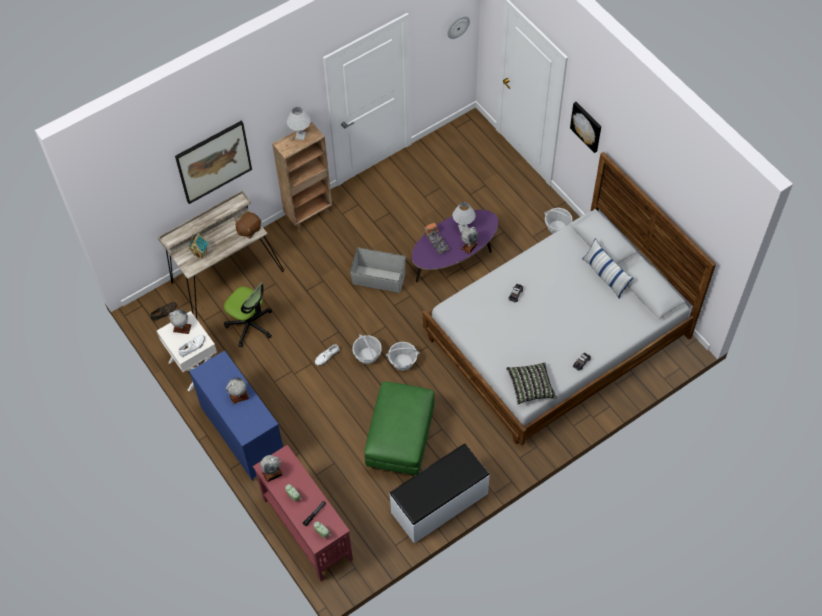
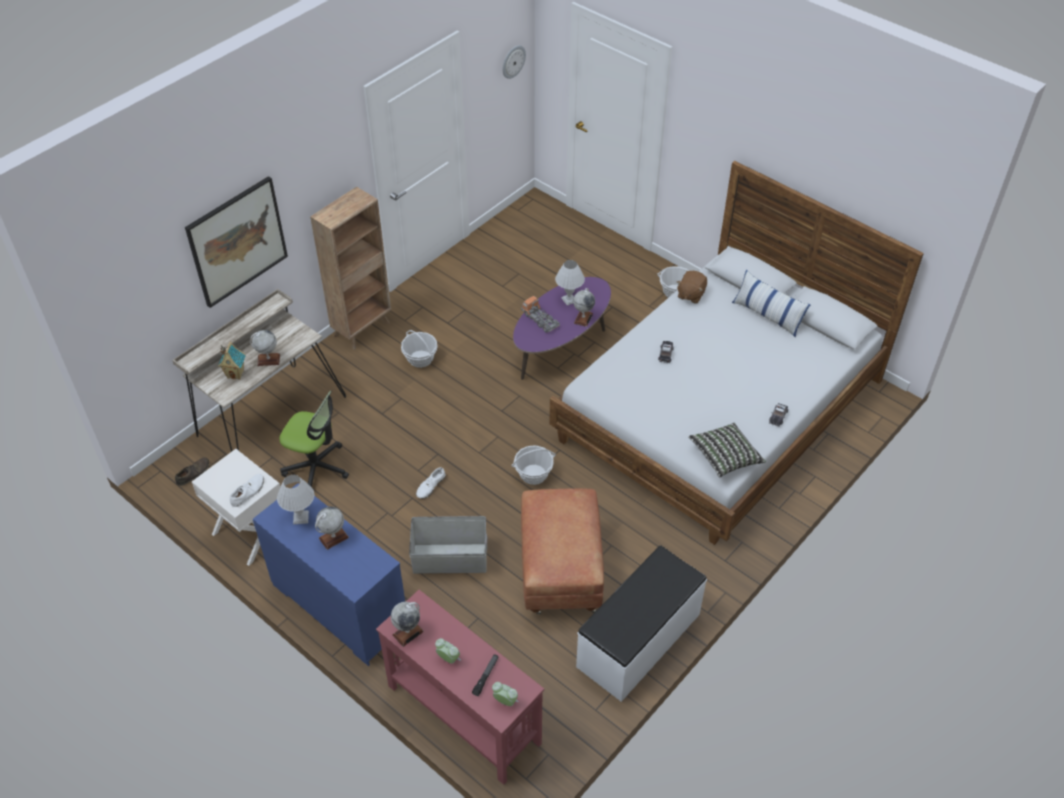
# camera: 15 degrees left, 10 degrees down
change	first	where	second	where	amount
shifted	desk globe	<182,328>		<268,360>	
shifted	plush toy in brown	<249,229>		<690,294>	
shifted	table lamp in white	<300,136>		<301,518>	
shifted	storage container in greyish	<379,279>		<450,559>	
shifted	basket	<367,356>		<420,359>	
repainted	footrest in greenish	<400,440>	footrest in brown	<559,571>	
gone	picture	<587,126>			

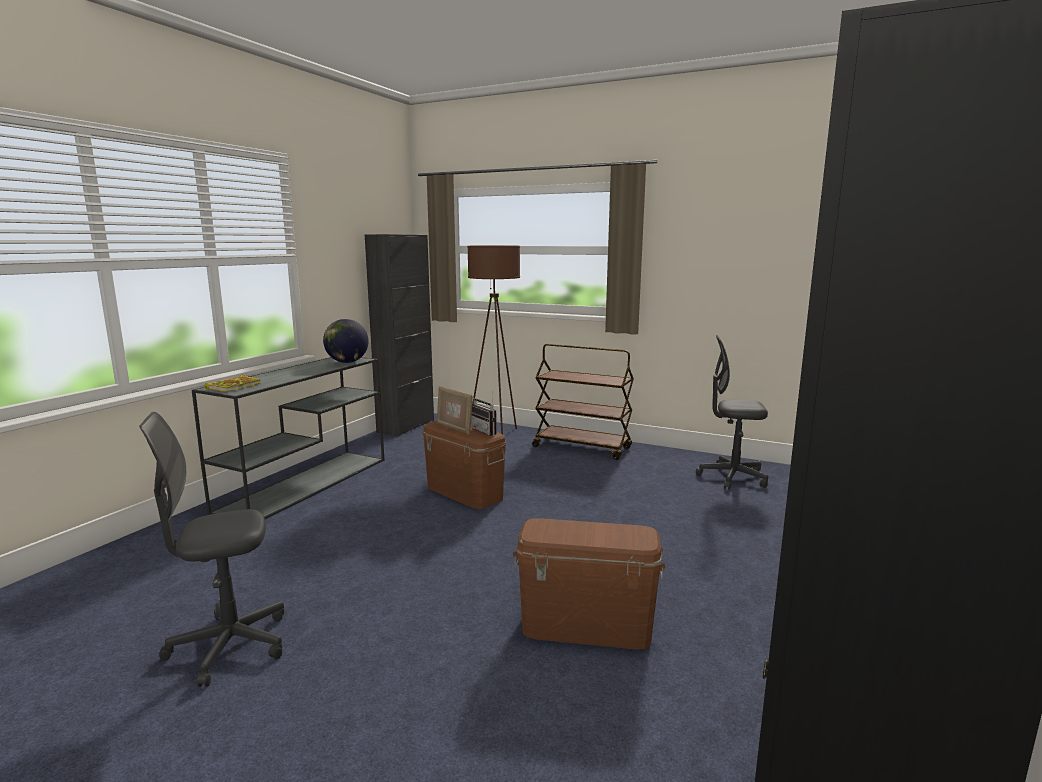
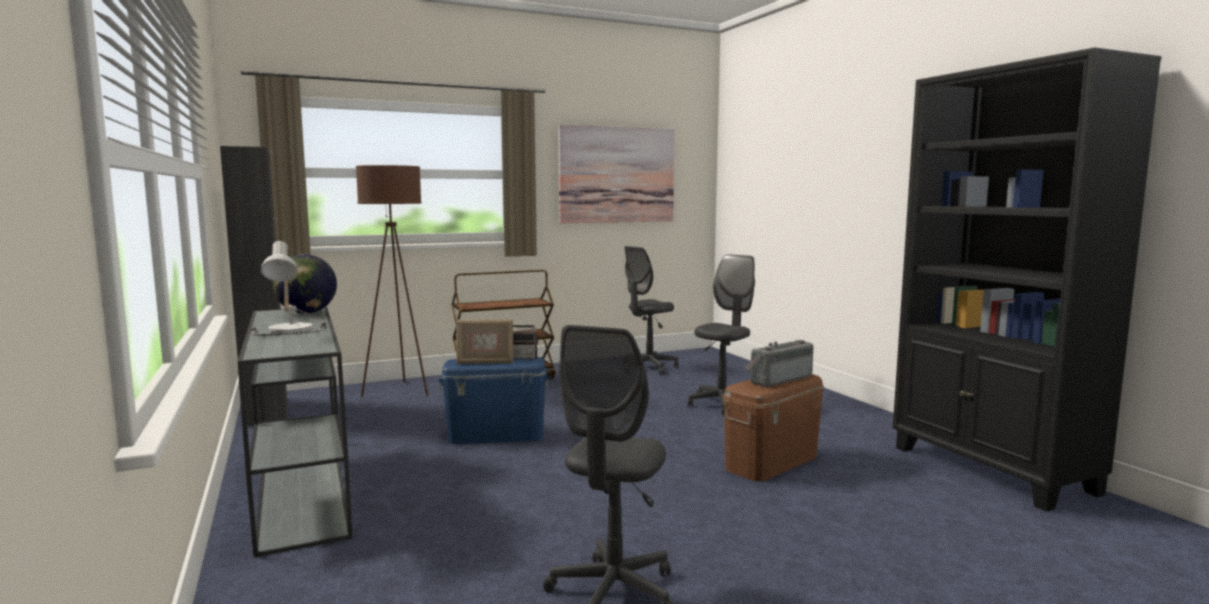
# camera: 50 degrees left, 5 degrees down
change	first	where	second	where	amount
gone	book	<234,386>			
repainted	storage container in brown	<465,493>	storage container in blue	<496,435>	
new			table lamp	<295,329>	
new			picture	<617,175>	
new			computer chair in greyish	<722,404>	
new			radio	<778,379>	

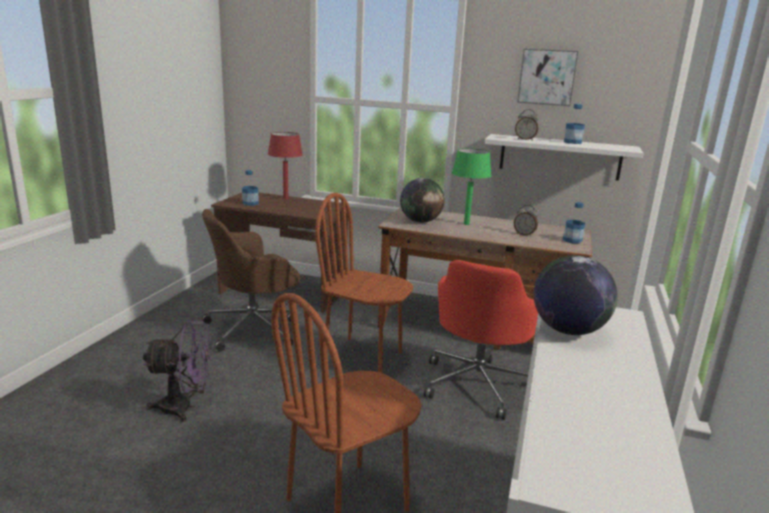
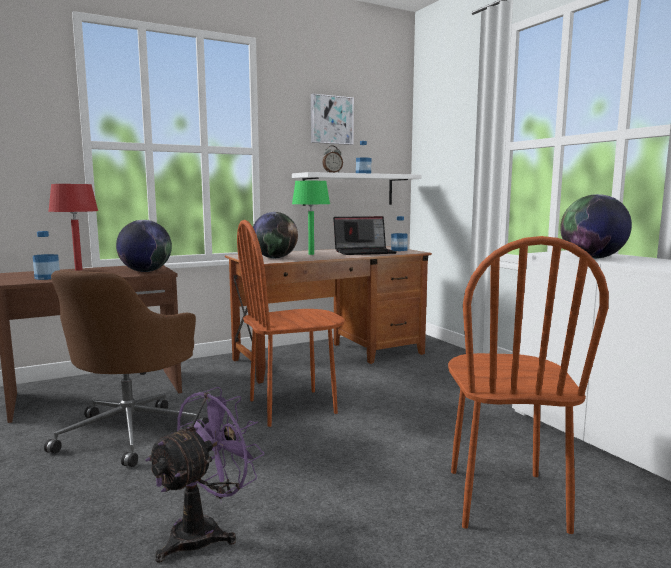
# camera: 45 degrees left, 10 degrees down
change	first	where	second	where	amount
gone	computer chair in red	<478,383>			
swapped	bedside clock	<524,234>	portable computer	<365,252>	
new			desk globe	<145,271>	

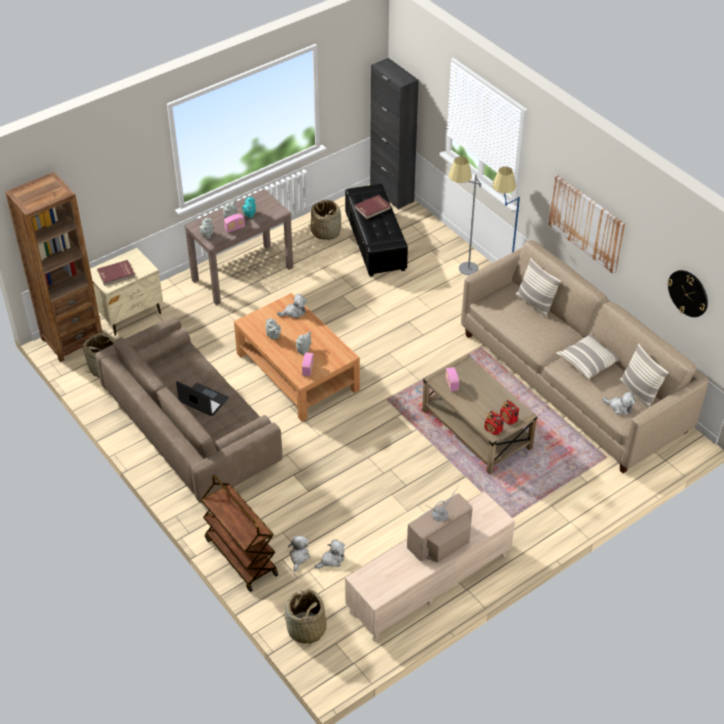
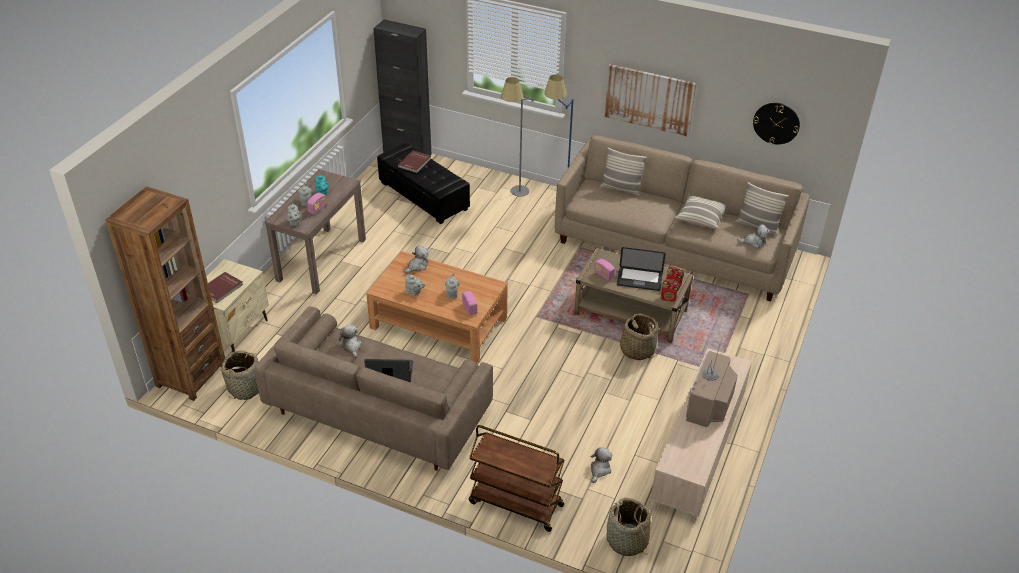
# camera: 30 degrees left, 5 degrees down
change	first	where	second	where	amount
shifted	plush toy	<299,556>		<351,347>	
shifted	basket	<326,231>		<637,349>	
new			portable computer	<639,280>	

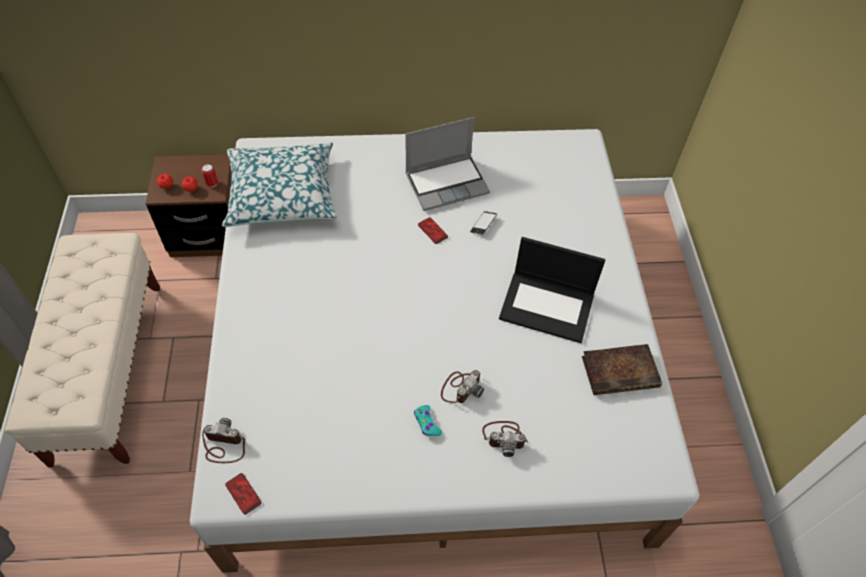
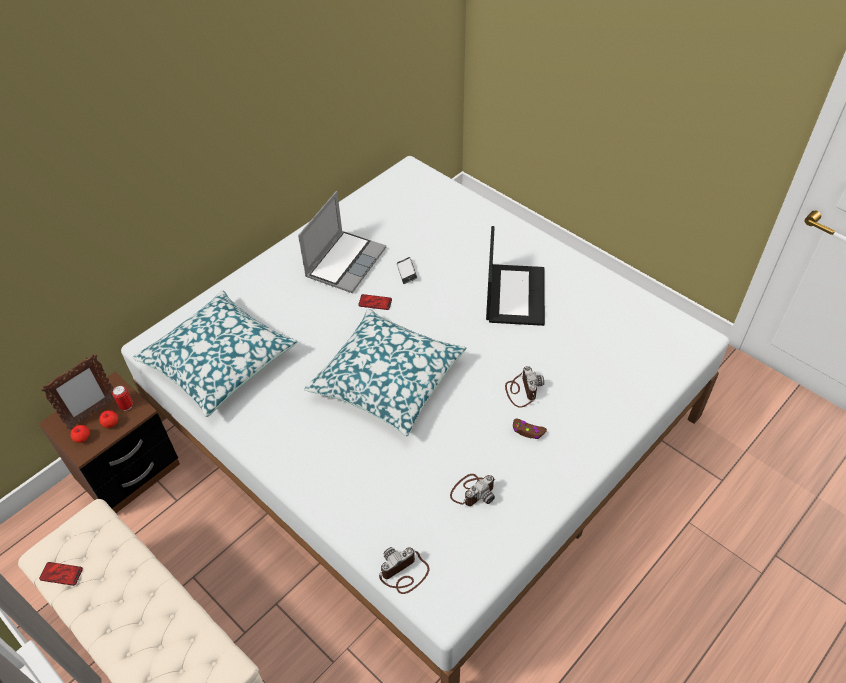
# camera: 40 degrees left, 5 degrees down
change	first	where	second	where	amount
shifted	handset	<243,494>		<61,574>	
repainted	joypad in turquoise-coloured	<427,423>	joypad in brown	<528,431>	
shifted	still camera	<504,437>		<473,491>	
rotated	portable computer	<548,306>		<514,294>	60 degrees counterclockwise
gone	book	<621,371>			
new			picture frame	<92,413>	
new			throw pillow	<387,380>	

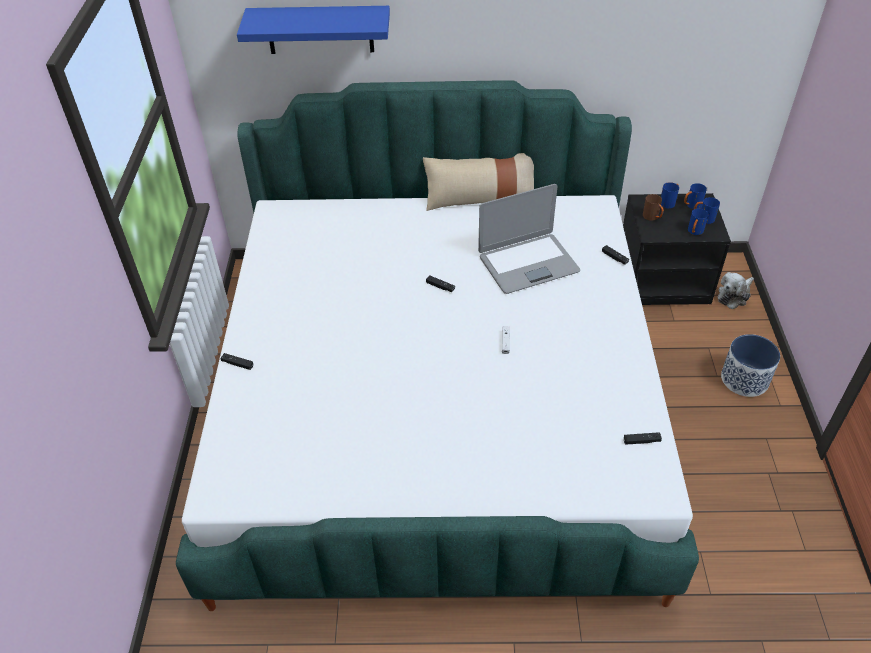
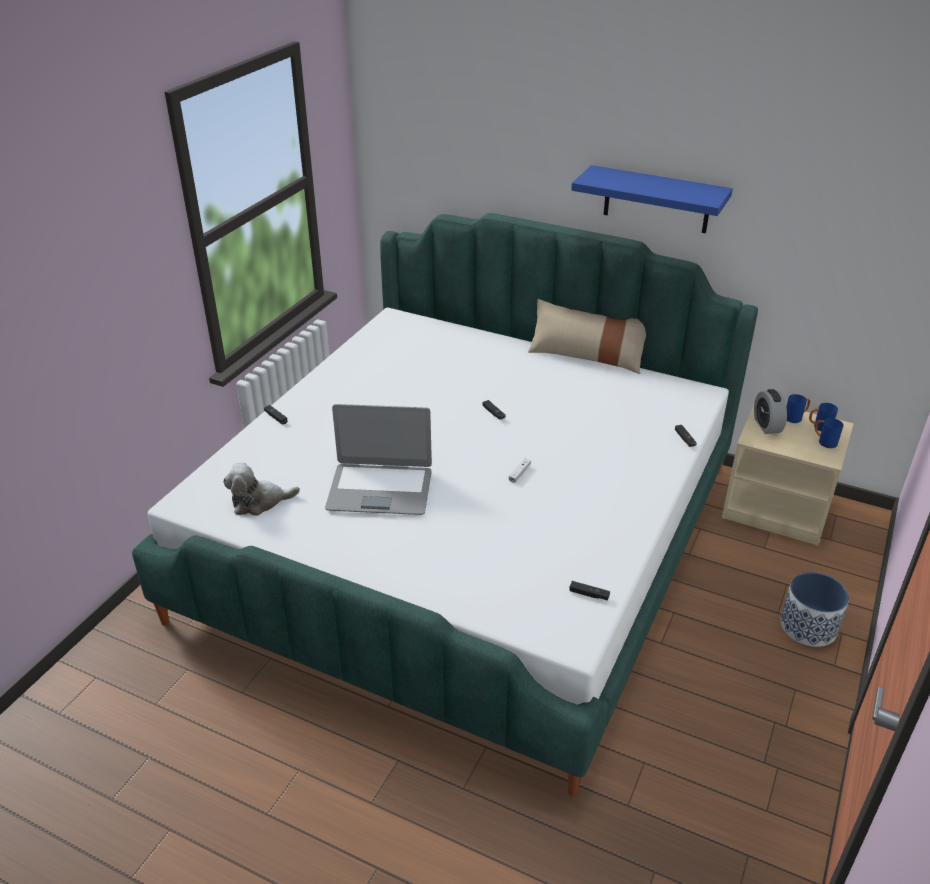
# camera: 25 degrees right, 10 degrees down
change	first	where	second	where	amount
shifted	bracket shelf in blue	<320,29>		<656,200>	
shifted	portable computer	<528,263>		<380,489>	
repainted	night table in black-coloured	<663,280>	night table in beige-coloured	<778,508>	
swapped	tea mug in brown	<652,217>	bedside clock	<766,425>	
gone	tea mug in blue	<694,232>			
shifted	plush toy	<734,296>		<259,502>	

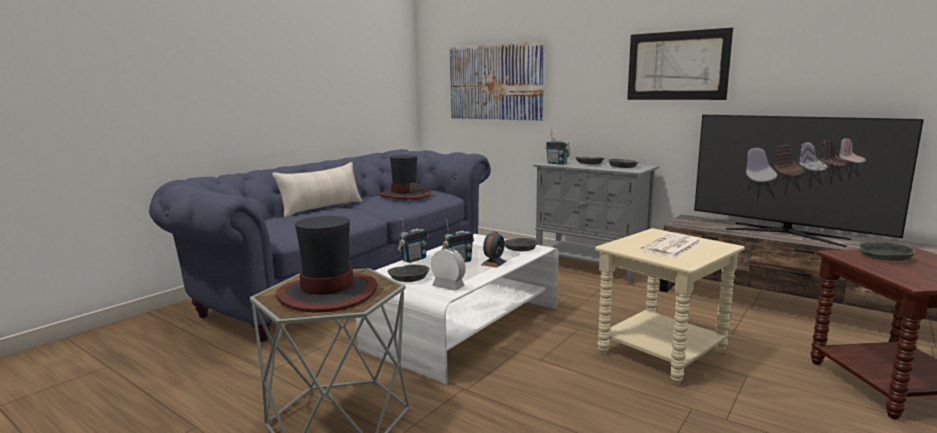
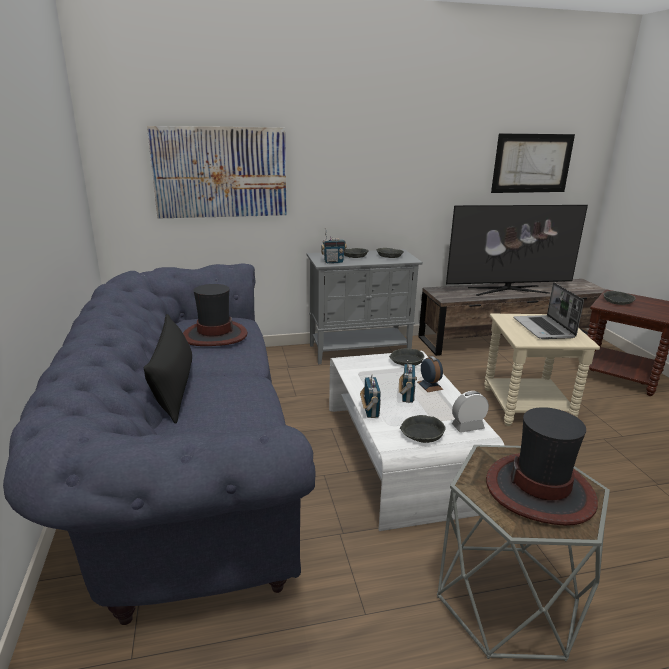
# camera: 50 degrees left, 10 degrees up
change	first	where	second	where	amount
repainted	throw pillow in beige-coloured	<322,208>	throw pillow in black-coloured	<174,390>	
shifted	picture	<677,66>		<532,163>	
swapped	printed paper	<672,247>	portable computer	<544,329>	

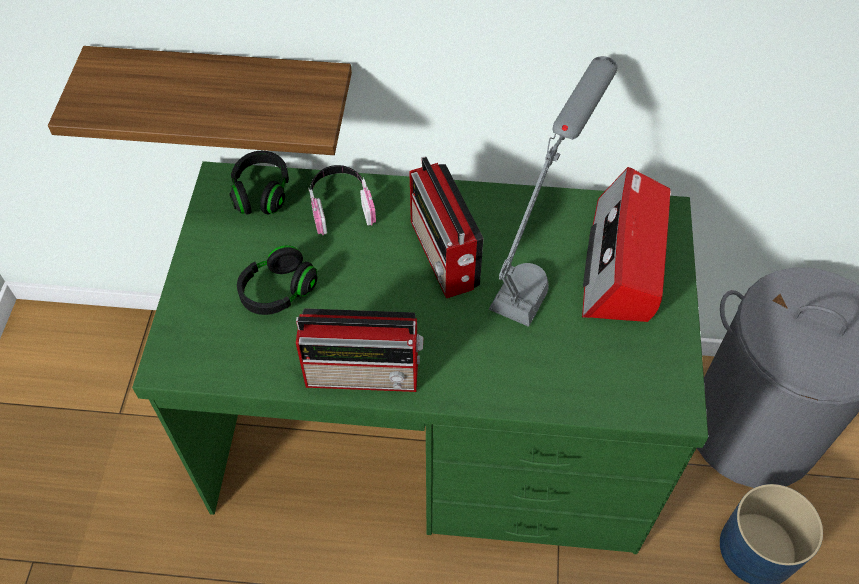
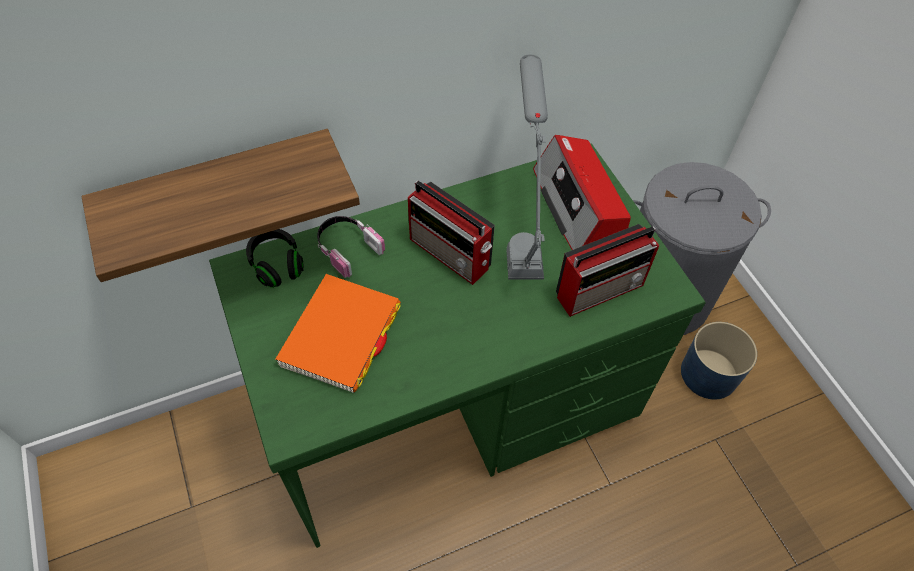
# camera: 30 degrees left, 0 degrees up
change	first	where	second	where	amount
swapped	headphones in black-coloured	<278,291>	book in orange-coloured	<341,335>	
shifted	radio	<365,374>		<601,289>	

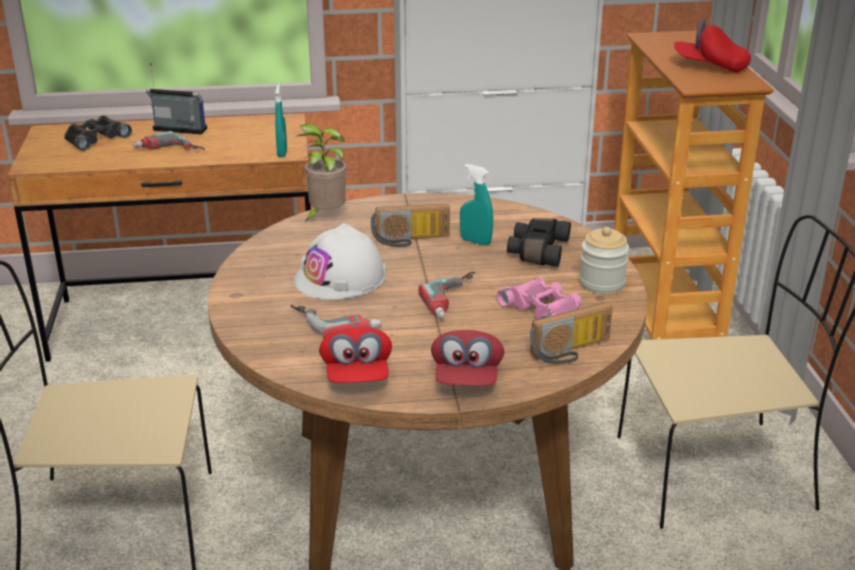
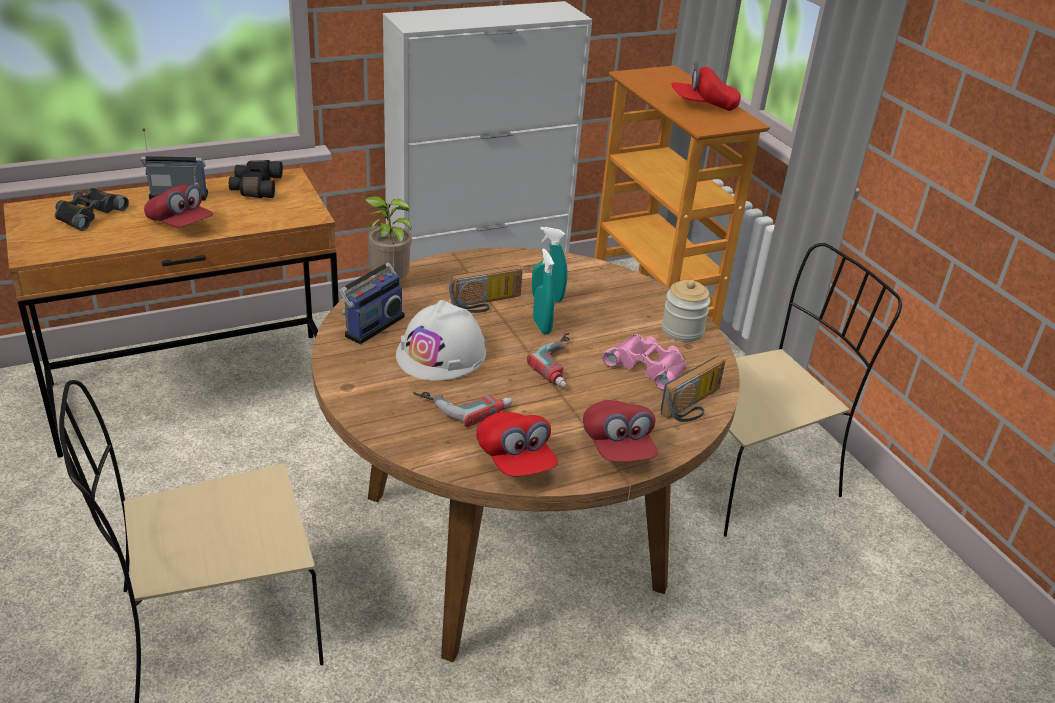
# camera: 20 degrees left, 5 degrees up
change	first	where	second	where	amount
swapped	power drill	<168,151>	peaked cap in red	<180,224>	
shifted	hand sprayer in turquoise-coloured	<282,153>		<542,326>	
shifted	binoculars in black-coloured	<536,251>		<255,188>	
new			radio	<372,325>	

